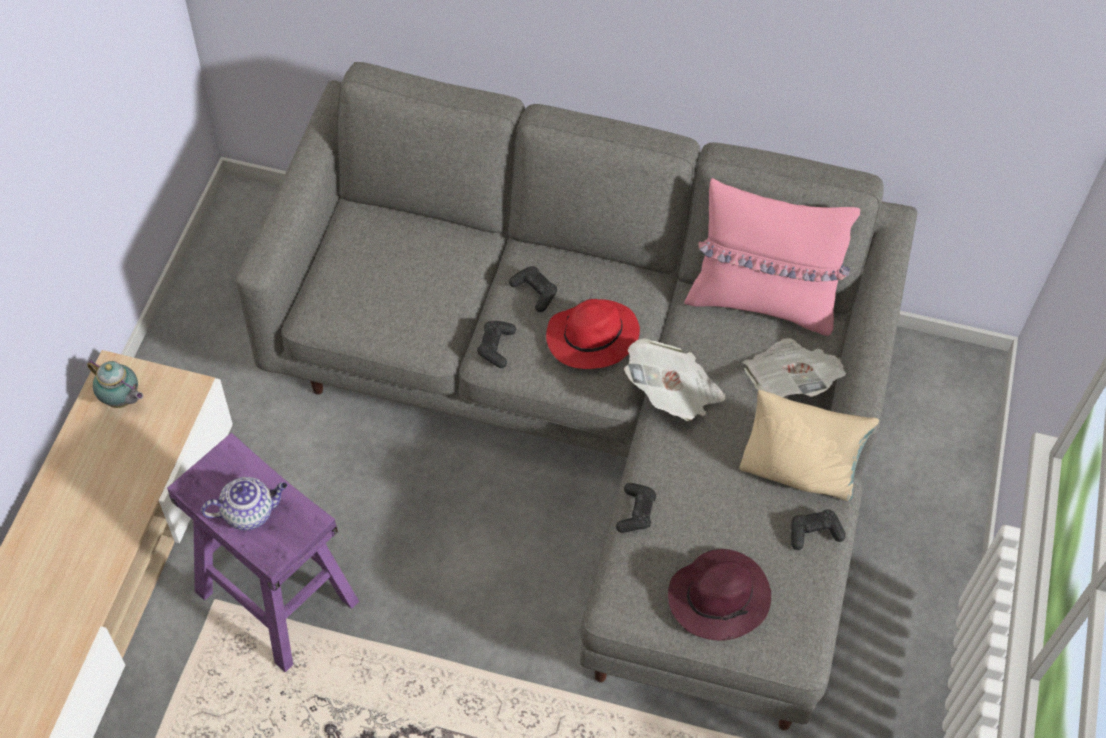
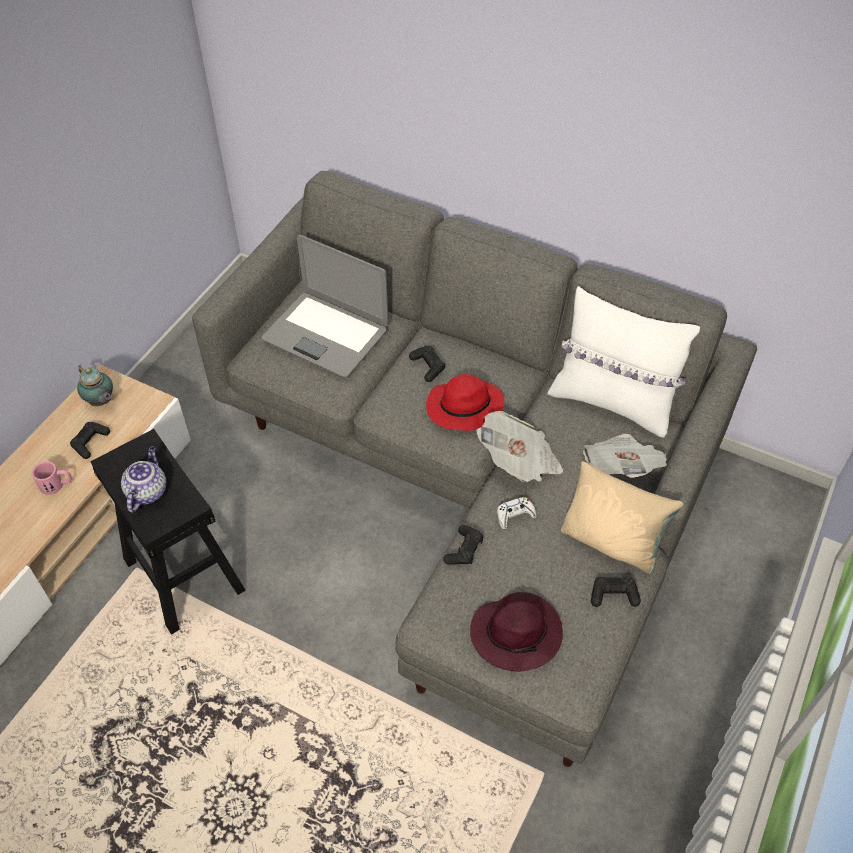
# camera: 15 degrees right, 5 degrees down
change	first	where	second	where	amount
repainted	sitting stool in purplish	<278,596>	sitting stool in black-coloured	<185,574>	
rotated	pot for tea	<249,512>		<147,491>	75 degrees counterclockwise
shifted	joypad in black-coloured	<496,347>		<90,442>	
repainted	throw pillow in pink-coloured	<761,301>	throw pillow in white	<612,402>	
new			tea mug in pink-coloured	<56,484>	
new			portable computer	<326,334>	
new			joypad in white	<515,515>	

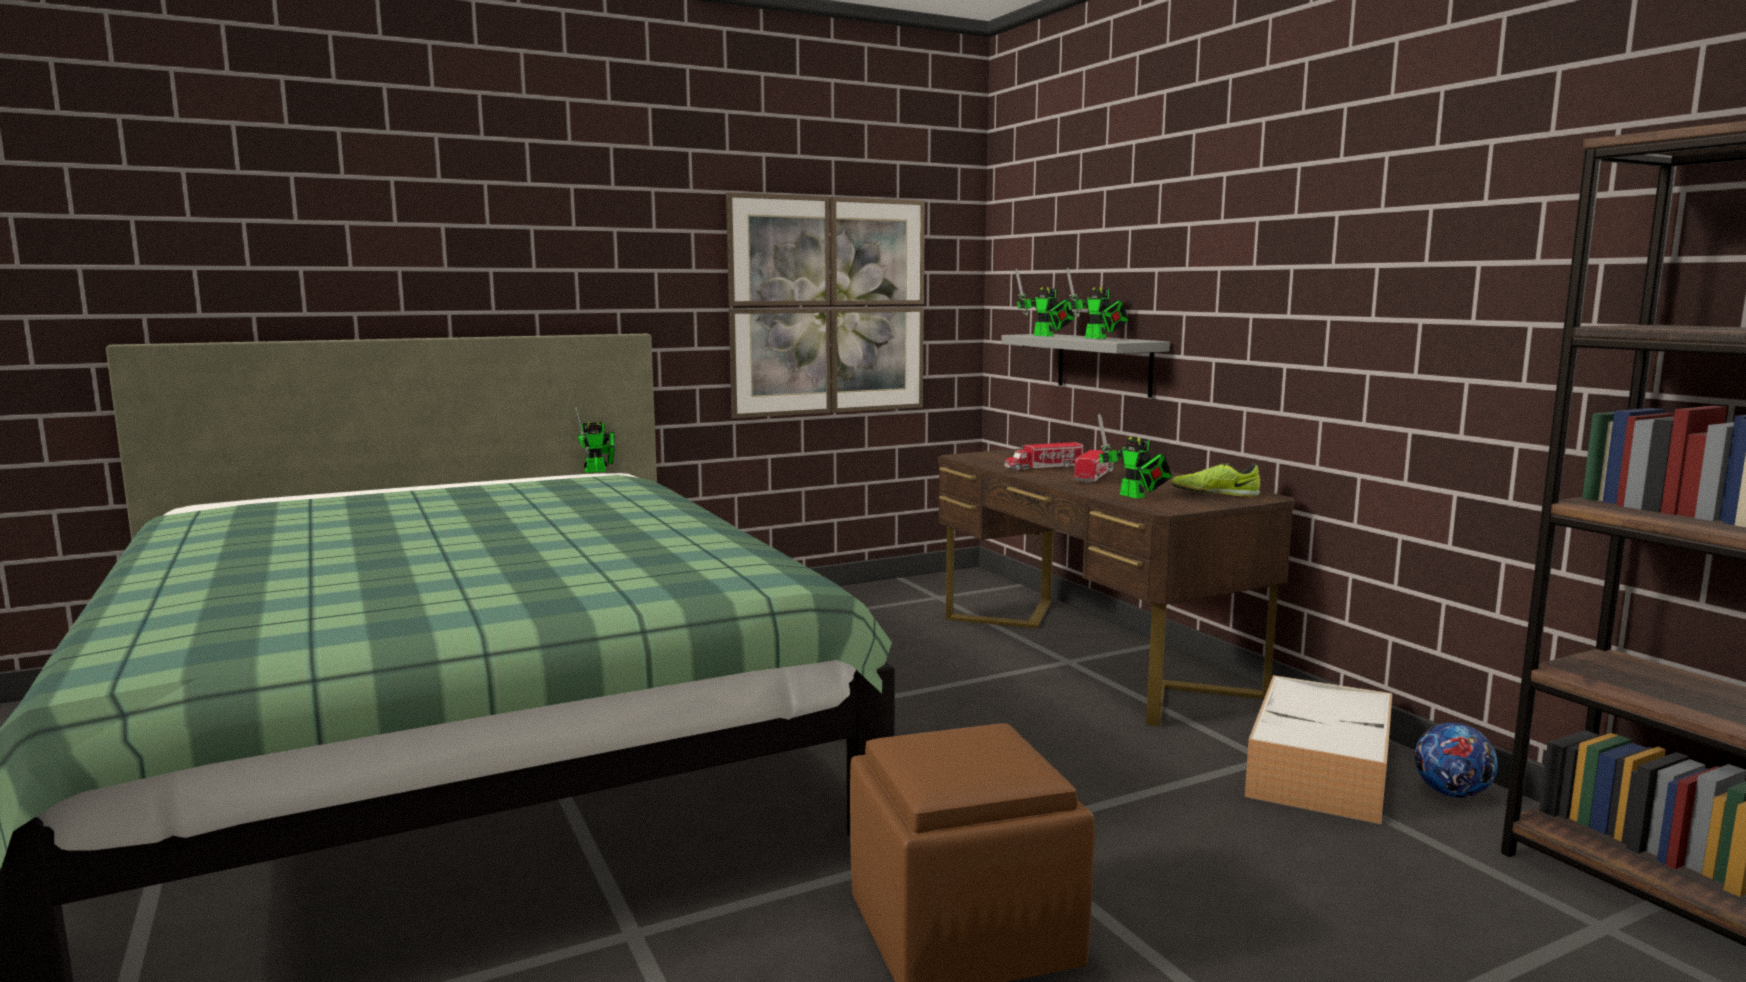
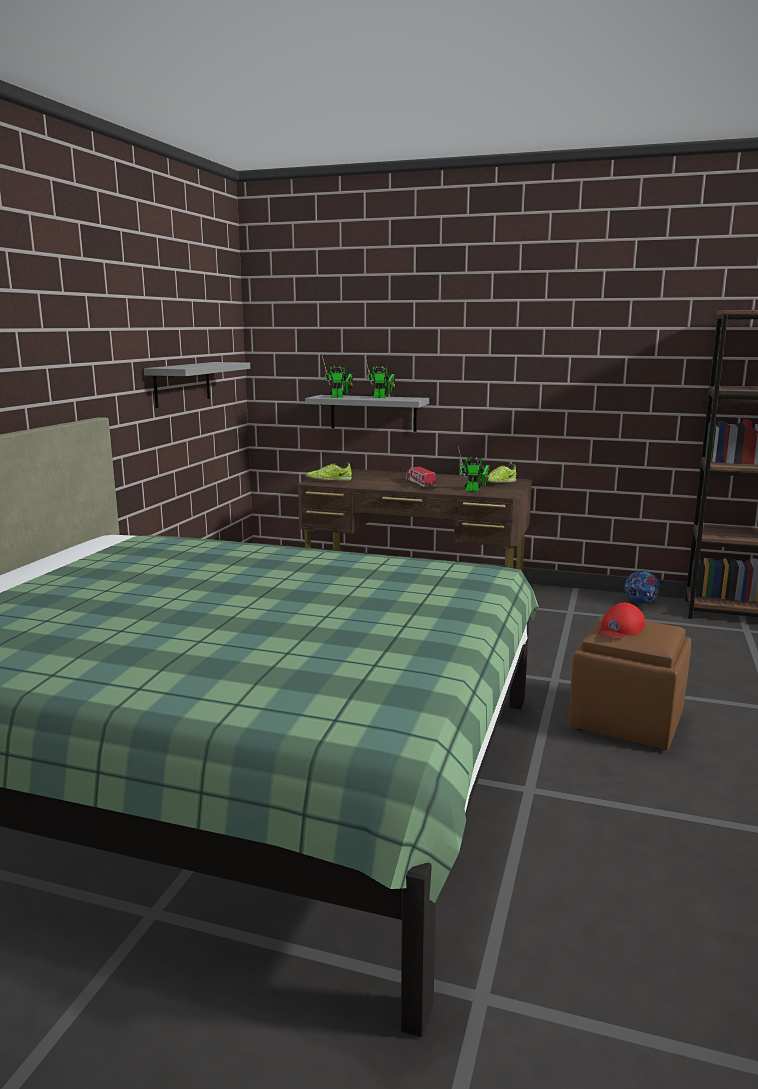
# camera: 45 degrees left, 5 degrees up
change	first	where	second	where	amount
gone	model robot	<599,471>			
swapped	picture	<828,306>	bracket shelf in greyish	<182,384>	
gone	toy truck	<1044,468>			
gone	storage container	<1320,771>			
new			shoe	<328,480>	
new			peaked cap in red	<620,628>	

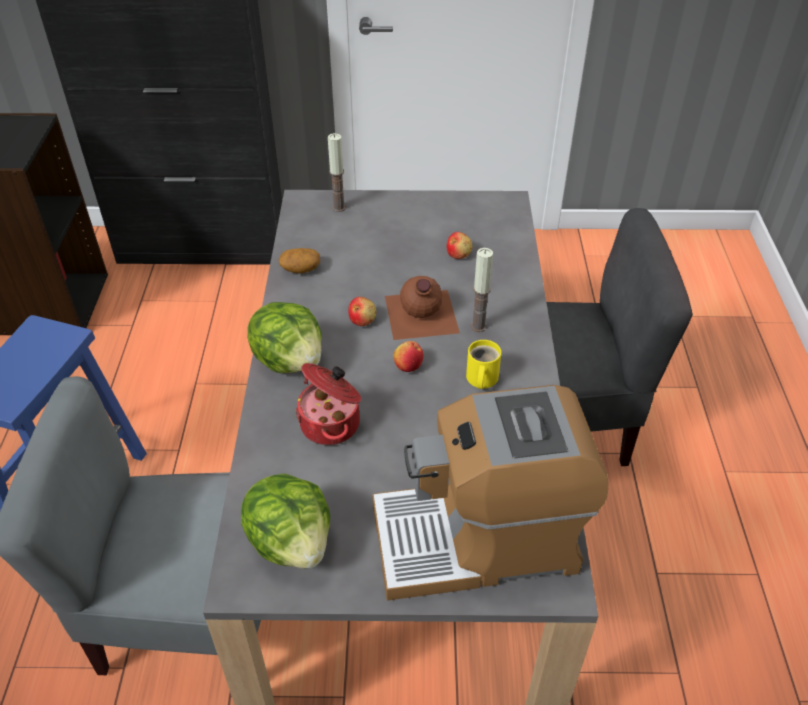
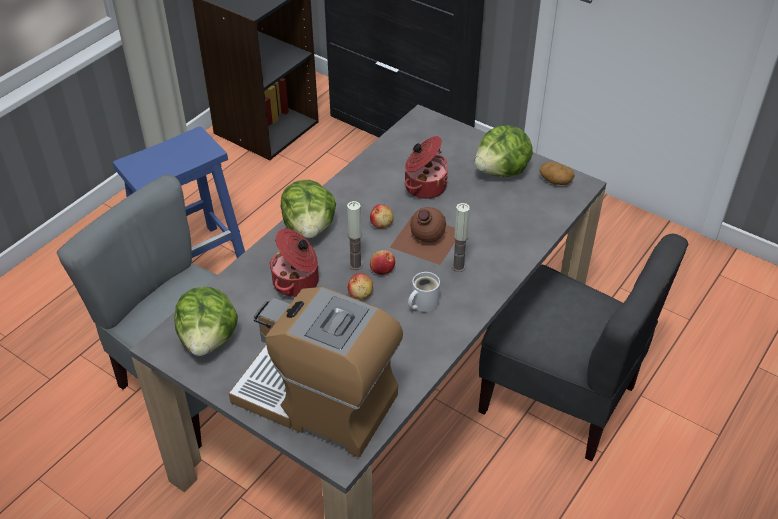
# camera: 35 degrees right, 0 degrees up
change	first	where	second	where	amount
shifted	whole potato	<300,269>		<555,180>	
shifted	wax light	<339,207>		<355,265>	
shifted	apple fruit	<458,254>		<360,294>	
repainted	tea mug in yellow	<480,379>	tea mug in white	<422,303>	
new			cooking pot	<424,186>	
new			lettuce head	<502,171>	

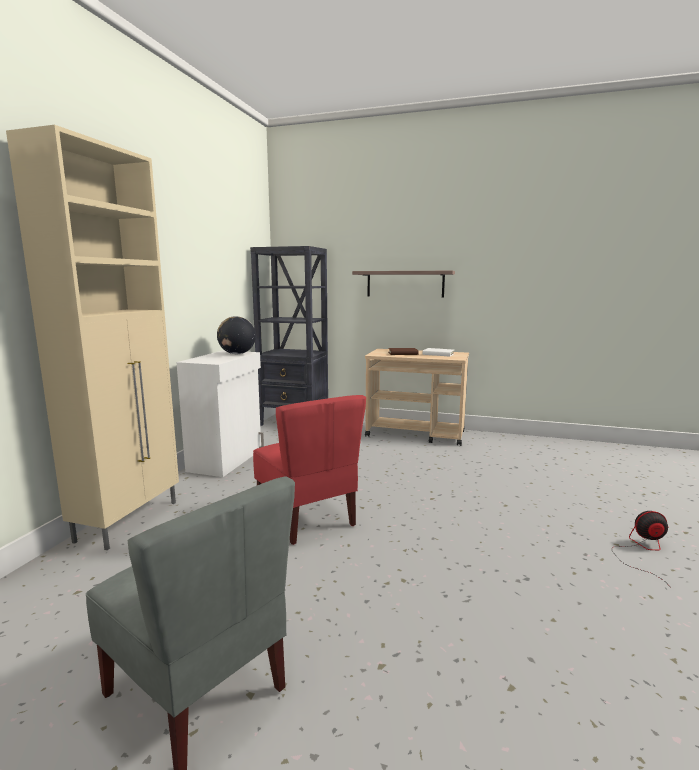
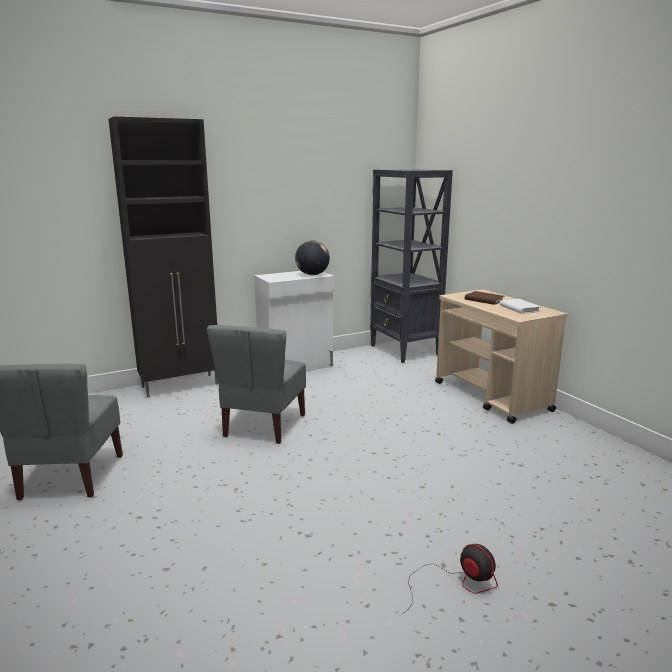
# camera: 45 degrees right, 5 degrees up
change	first	where	second	where	amount
repainted	cabinet in beige-coloured	<130,520>	cabinet in black-coloured	<181,385>	
repainted	upright chair in red	<307,518>	upright chair in greyish	<263,426>	
gone	bracket shelf	<405,284>			

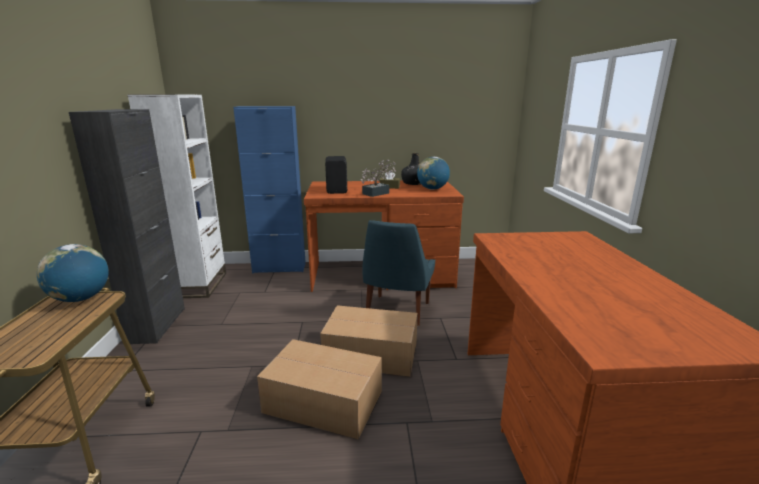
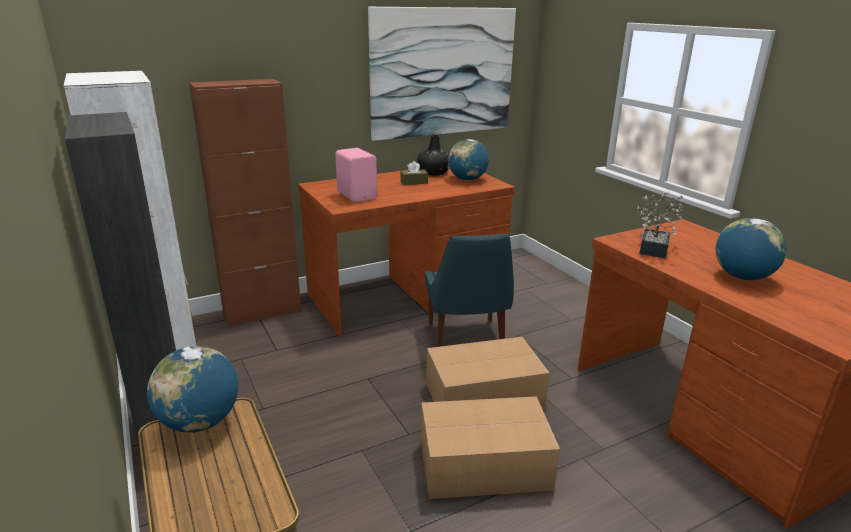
# camera: 25 degrees left, 5 degrees up
change	first	where	second	where	amount
repainted	cabinet in blue	<279,268>	cabinet in brown	<262,311>	
repainted	audio speaker in black-coloured	<337,190>	audio speaker in pink-coloured	<357,195>	
shifted	potted plant	<378,193>		<655,247>	
new			picture	<443,72>	
new			desk globe	<742,277>	

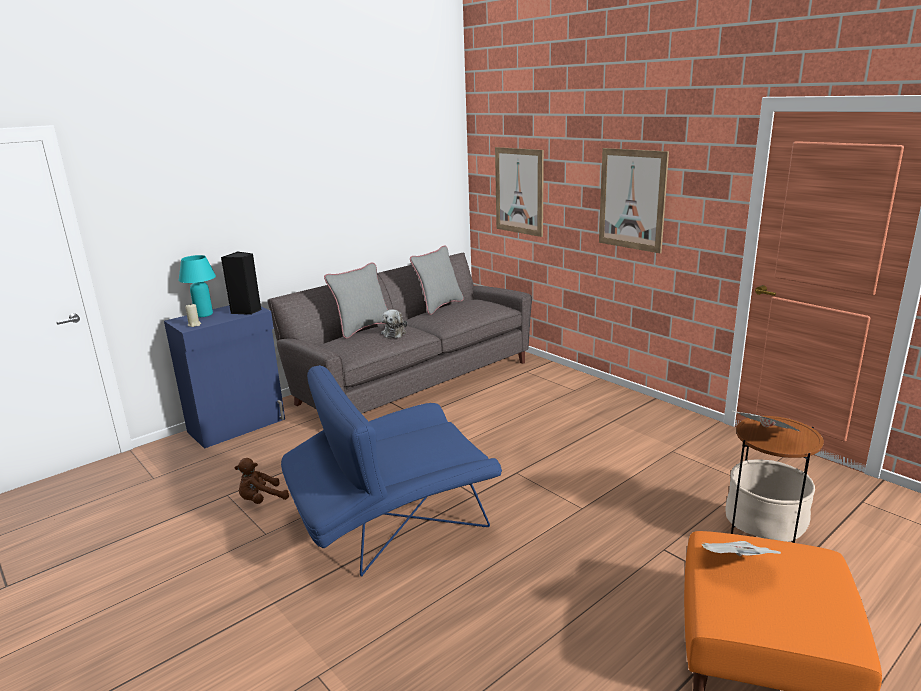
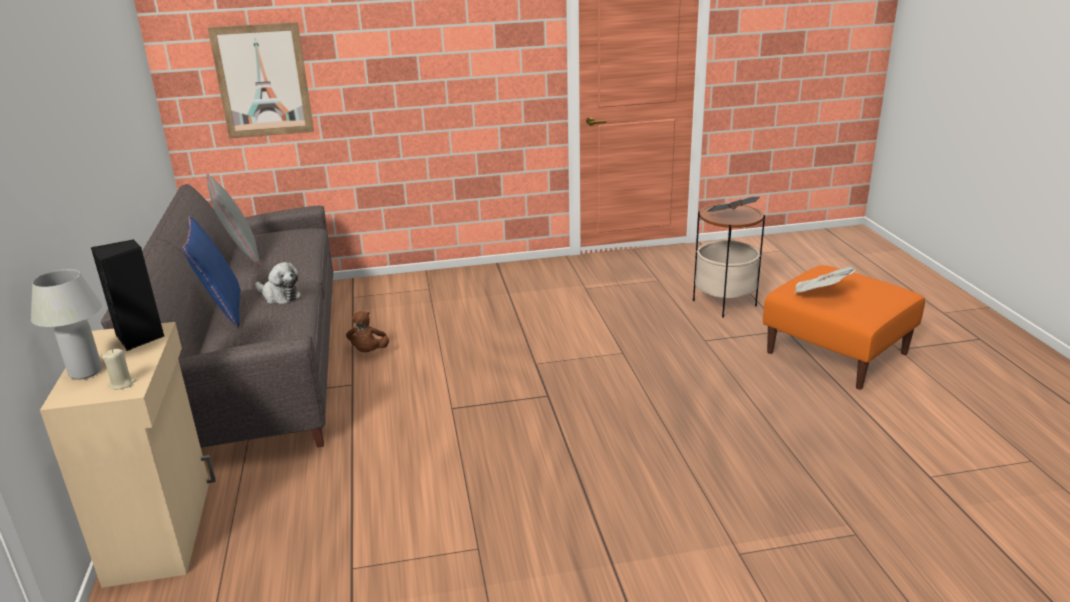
# camera: 60 degrees left, 5 degrees up
change	first	where	second	where	amount
repainted	cabinet in blue	<238,425>	cabinet in beige-coloured	<162,529>	
repainted	table lamp in turquoise-coloured	<204,315>	table lamp in white	<85,372>	
shifted	plush toy in brown	<261,500>		<369,352>	
gone	lounge chair in blue	<391,523>			
repainted	throw pillow in greyish	<362,328>	throw pillow in blue	<223,311>	
gone	picture	<632,199>			

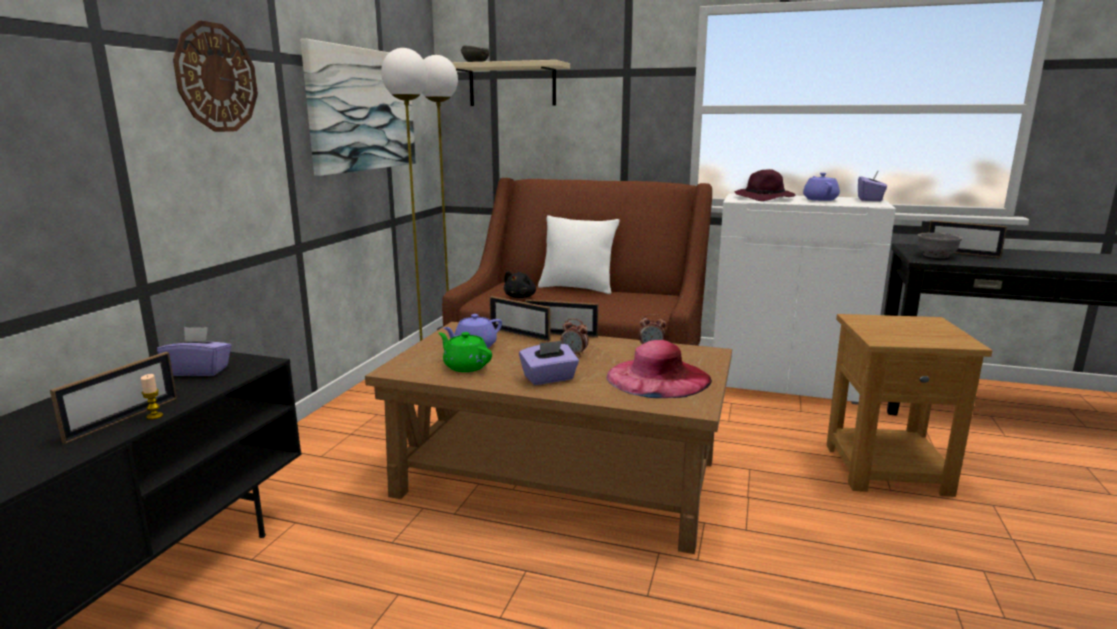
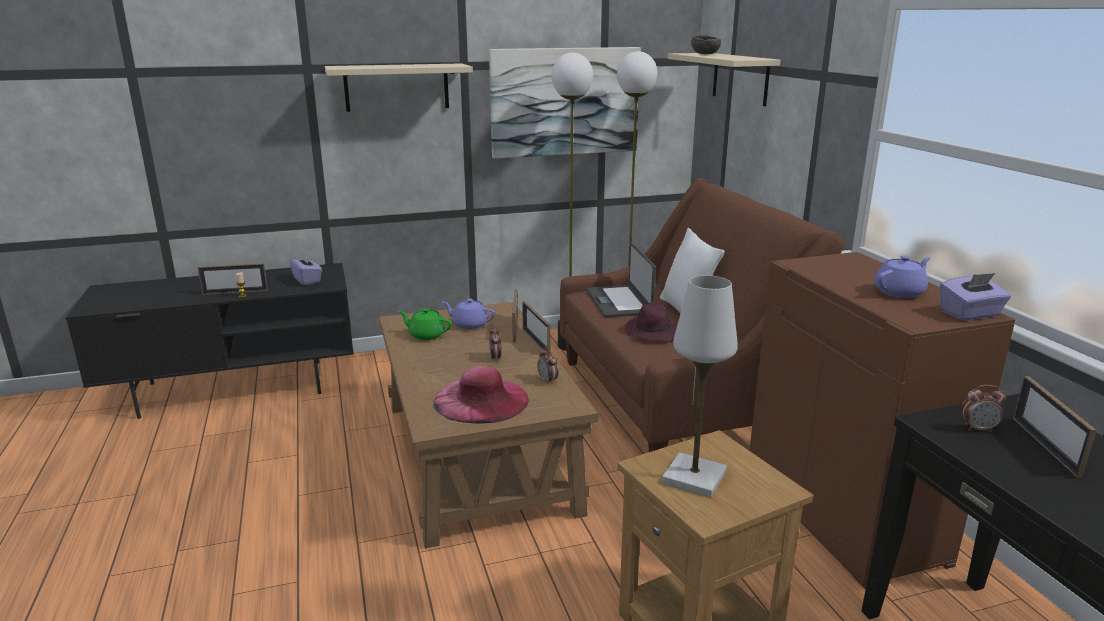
# camera: 55 degrees right, 5 degrees up
change	first	where	second	where	amount
swapped	hanging clock	<216,78>	bracket shelf in beige-coloured	<397,87>	
rotated	pot for tea in greenish	<465,366>		<426,335>	75 degrees counterclockwise
swapped	plush toy in black-coloured	<521,297>	portable computer	<619,302>	
gone	box of tissues in purplish	<549,378>			
repainted	cabinet in white	<786,382>	cabinet in brown	<844,515>	
shifted	hat in purplish	<765,198>		<653,332>	
swapped	bowl in greyish	<936,256>	bedside clock	<978,429>	
new			table lamp in white	<693,478>	

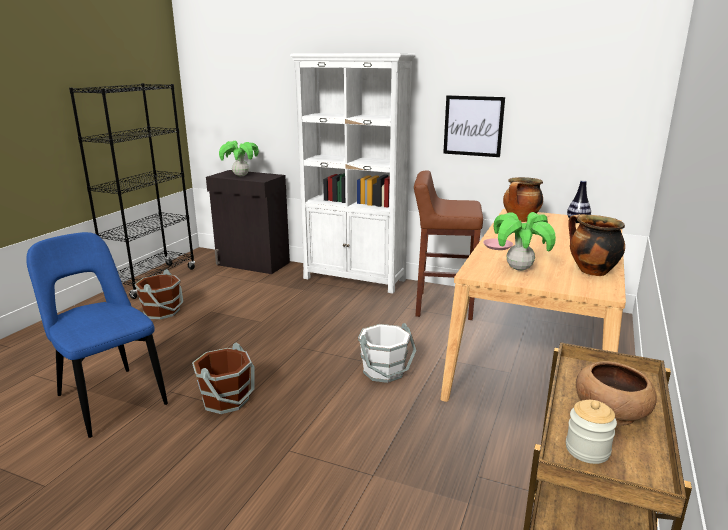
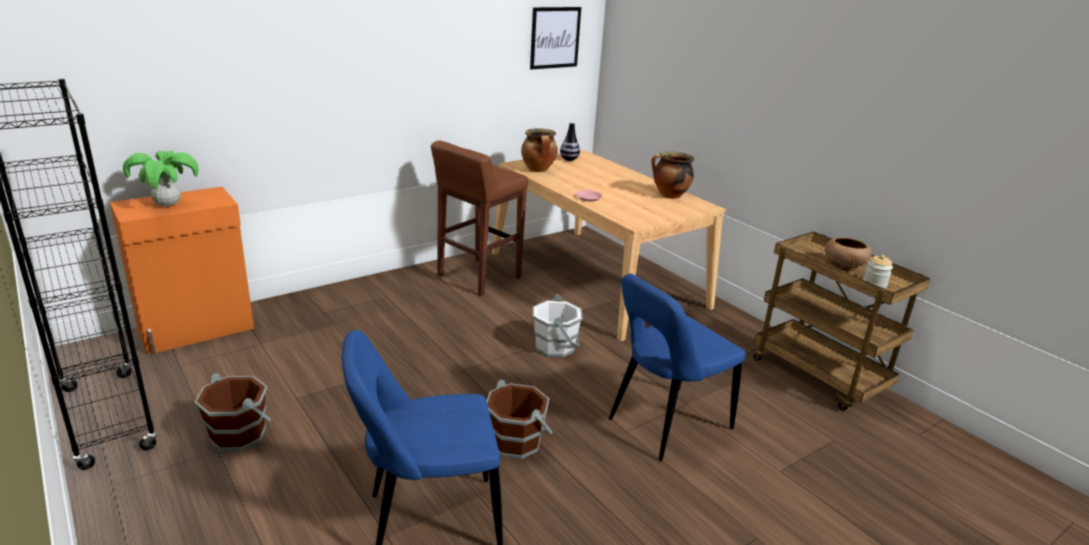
# camera: 60 degrees left, 5 degrees up
change	first	where	second	where	amount
repainted	cabinet in black-coloured	<253,264>	cabinet in orange-coloured	<197,330>	
gone	bookcase in white	<355,279>			
shifted	picture	<473,126>		<555,37>	
gone	potted plant	<519,269>			
new			upright chair in blue	<665,425>	

